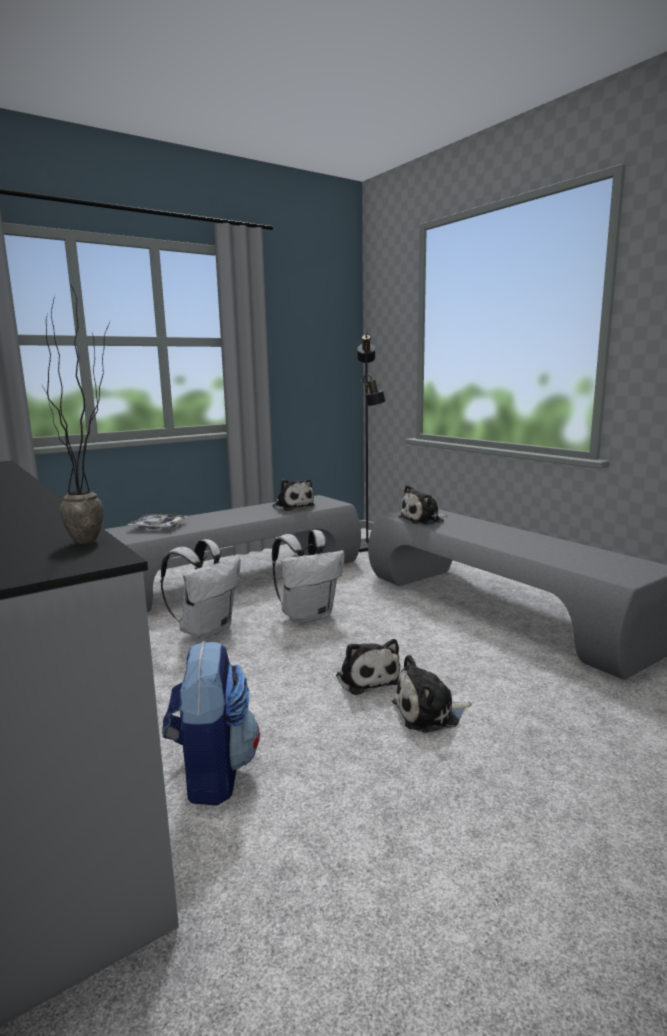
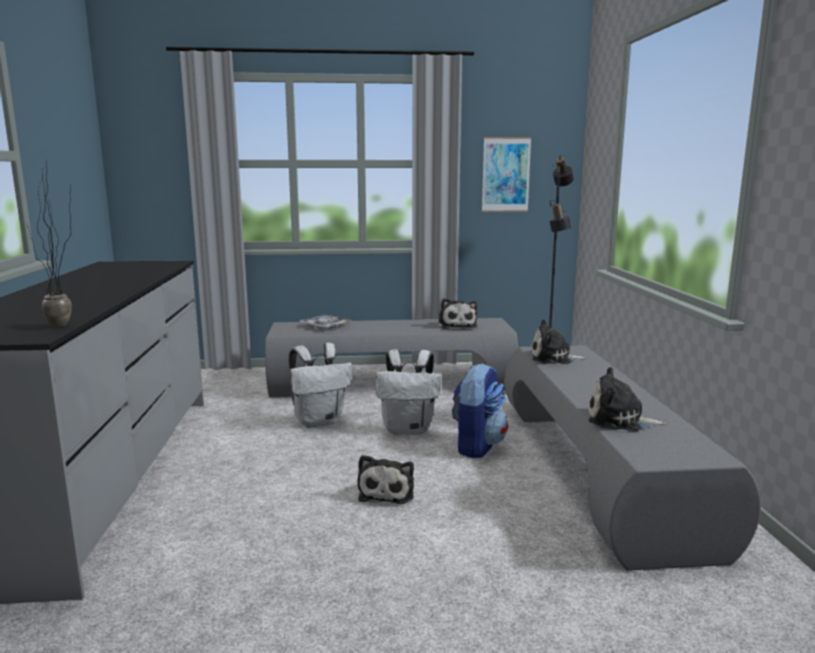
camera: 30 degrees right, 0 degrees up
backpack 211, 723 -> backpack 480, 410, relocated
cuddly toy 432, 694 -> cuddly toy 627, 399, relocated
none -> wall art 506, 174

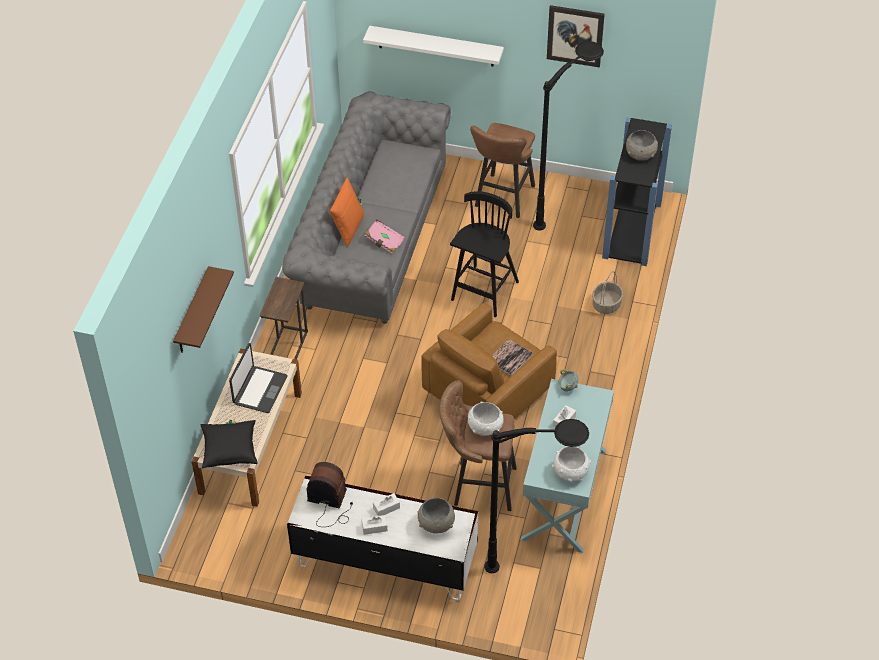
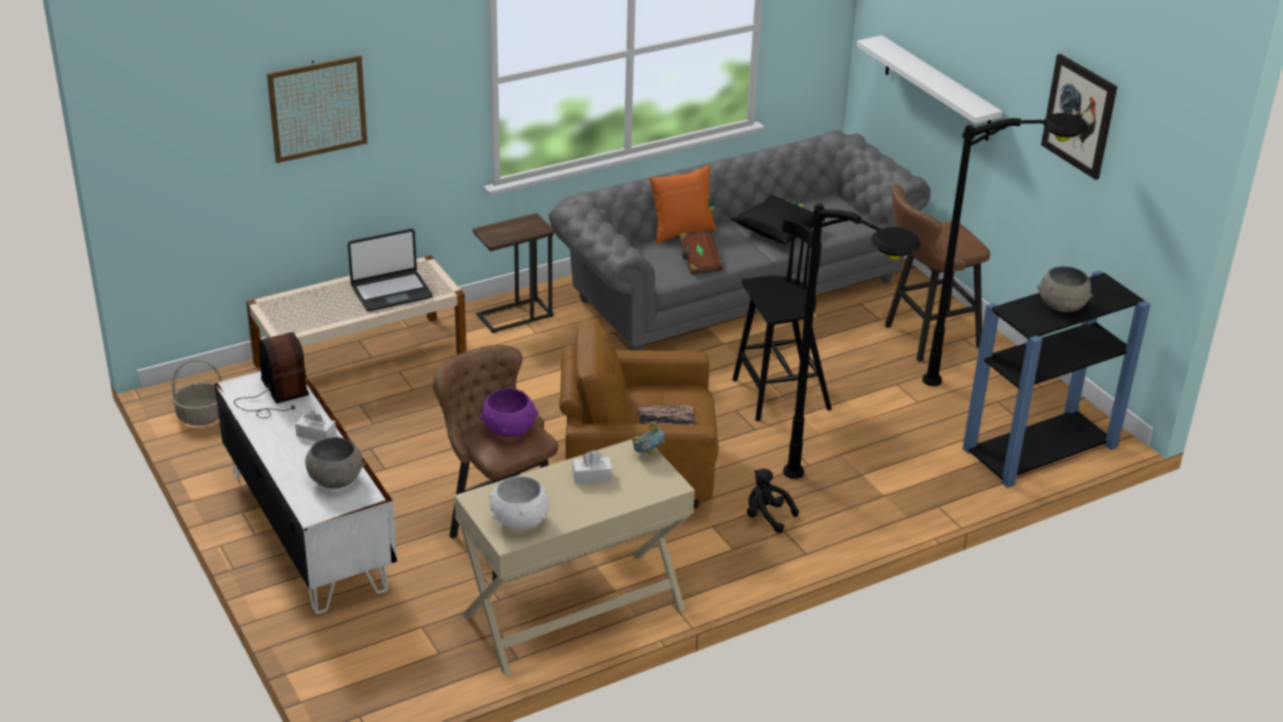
camera: 45 degrees right, 15 degrees down
brownish bracket shelf 203, 309 -> wall art 317, 109
black throw pillow 229, 444 -> black throw pillow 778, 220, relocated
whitish tissue box 374, 525 -> none
pinkish volume 385, 237 -> brownish volume 701, 252
whitish deep dish 486, 418 -> purple-coloured deep dish 509, 412
black floor lamp 536, 496 -> black floor lamp 852, 341, relocated
blue-green desk unit 567, 466 -> beige desk unit 574, 557
storage basket 607, 292 -> storage basket 197, 393, relocated
none -> black cuddly toy 773, 500

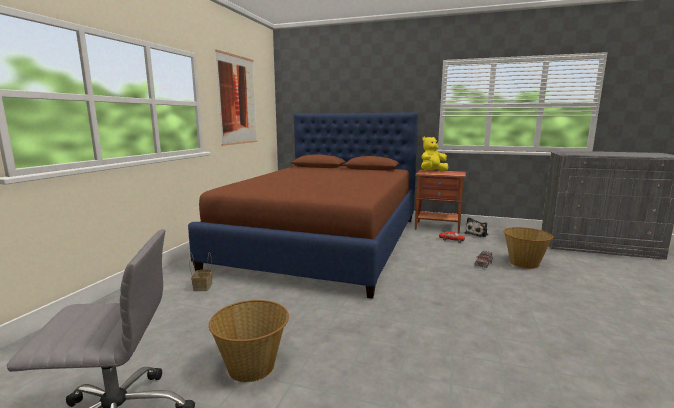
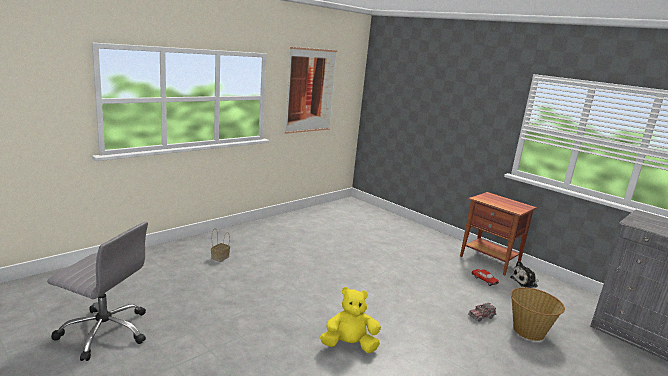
camera: 25 degrees right, 5 degrees up
brownish bedroom bed 303, 205 -> none
storage basket 249, 341 -> none
yellow cuddly toy 434, 153 -> yellow cuddly toy 350, 320, relocated

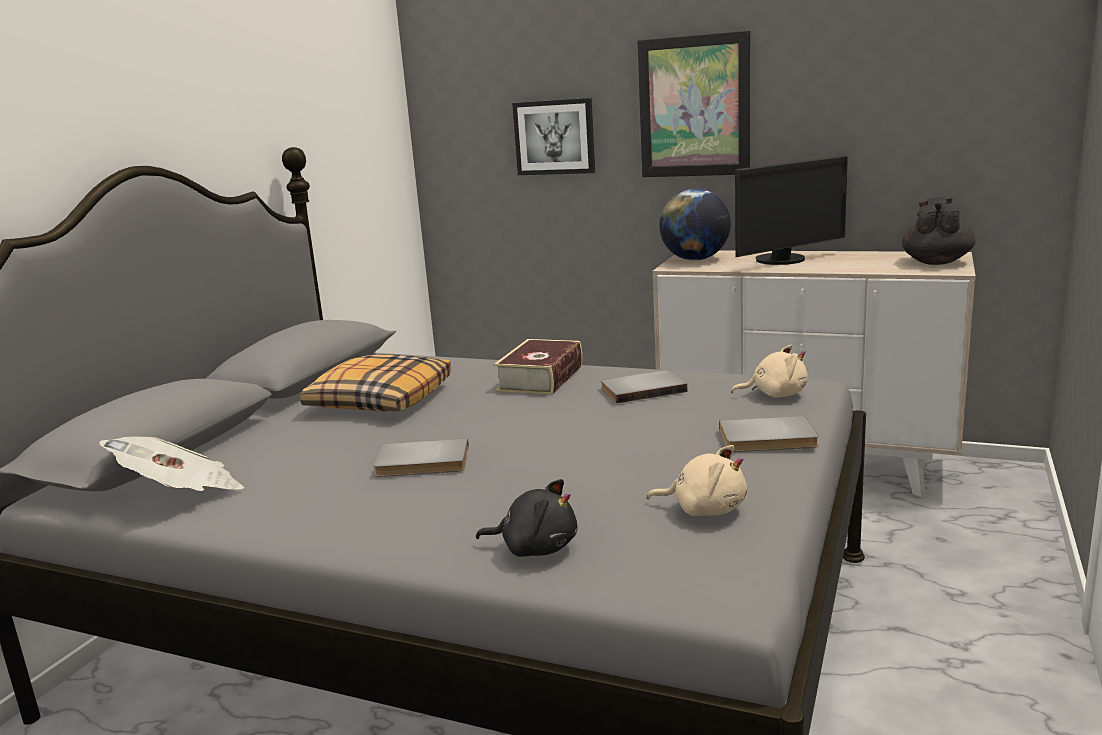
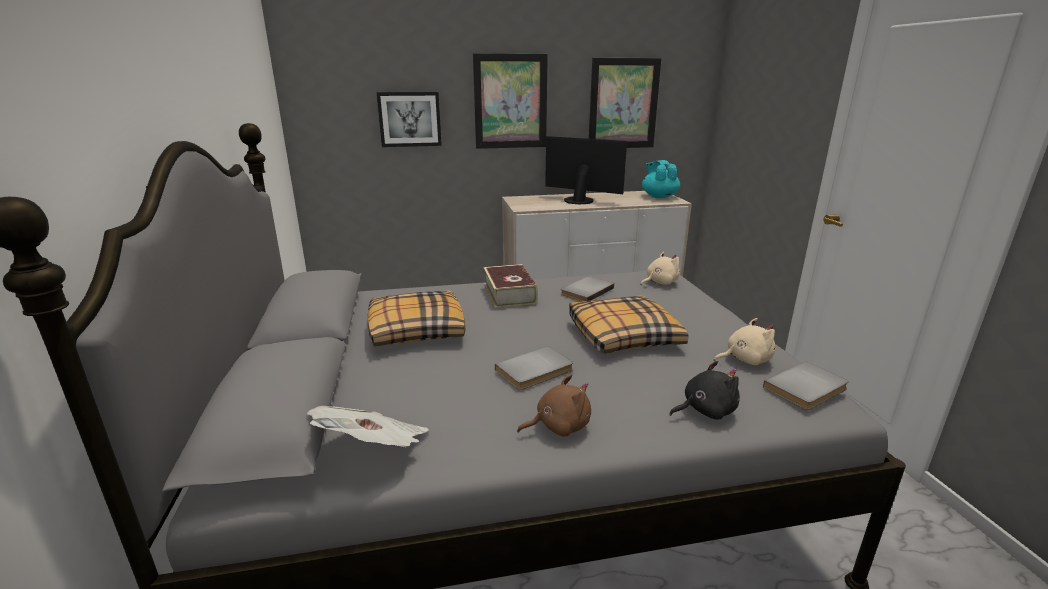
camera: 35 degrees left, 5 degrees up
desk globe 695, 224 -> none
gray volume 769, 434 -> gray volume 806, 386, relocated
computer display 791, 210 -> computer display 586, 170, 90 degrees counterclockwise
black tea pot 938, 231 -> blue-green tea pot 661, 179
none -> brownish cuddly toy 554, 405
none -> throw pillow 628, 324
none -> wall art 625, 103

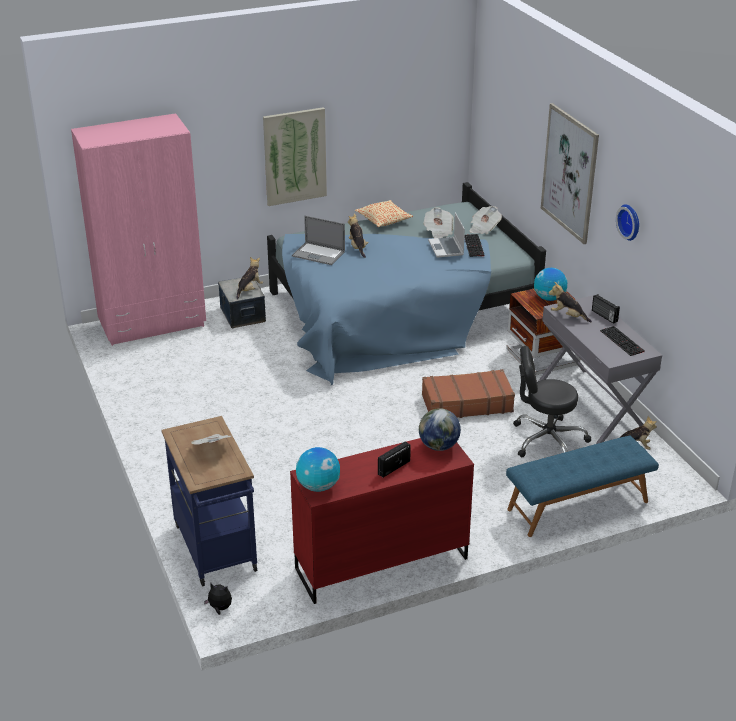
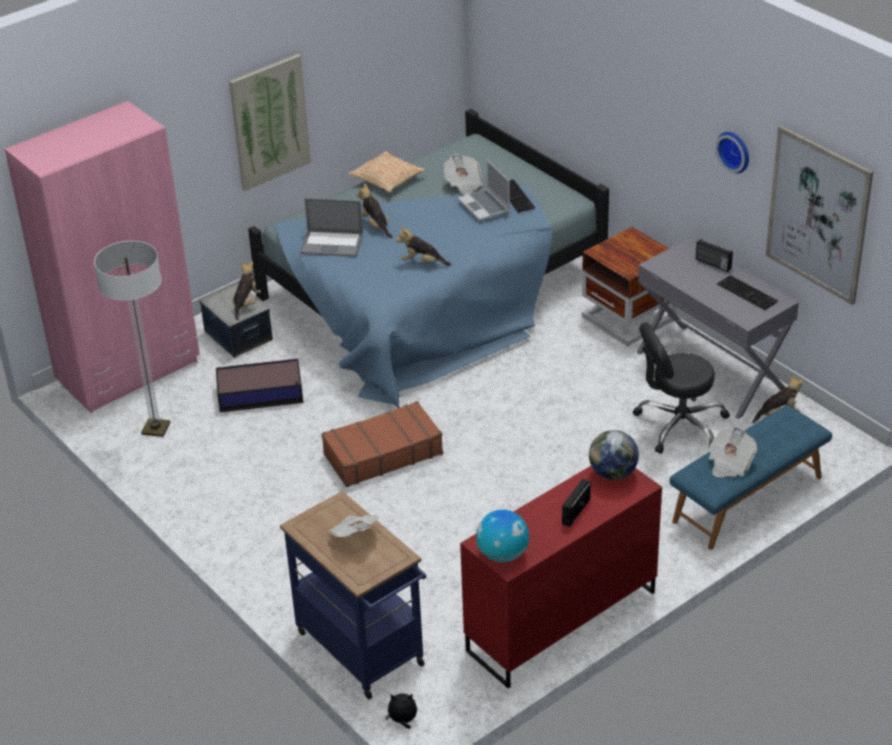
camera: 15 degrees left, 5 degrees up
brownish travel case 468, 393 -> brownish travel case 382, 444, relocated
printed paper 486, 220 -> printed paper 733, 451, relocated
desk globe 550, 284 -> none
wall art 570, 173 -> wall art 819, 215, relocated
cuddly toy 570, 302 -> cuddly toy 423, 246, relocated
none -> floor lamp 132, 339
none -> storage box 259, 385

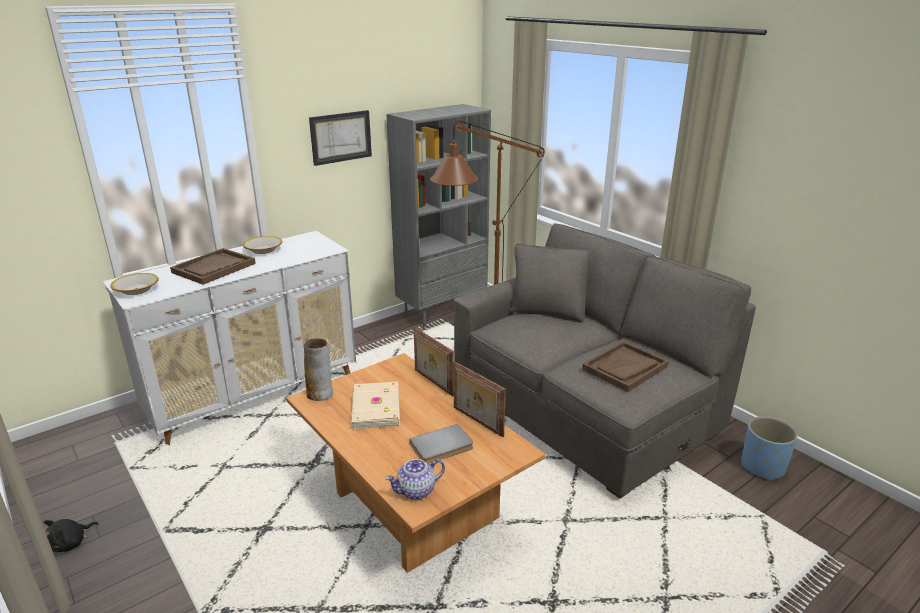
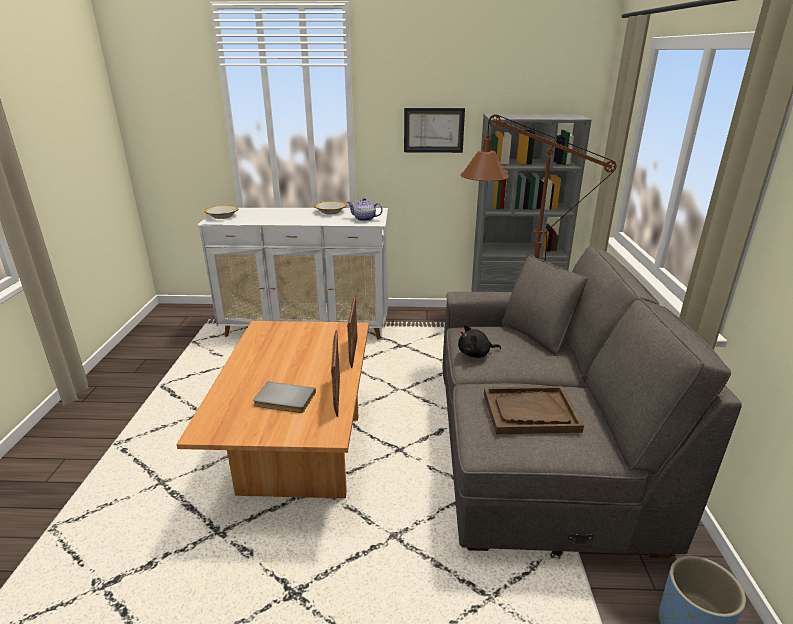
camera: 40 degrees right, 0 degrees up
black cuddly toy 71, 535 -> black cuddly toy 479, 341, relocated
brownish tray 213, 266 -> none
vase 318, 369 -> none
beige volume 375, 405 -> none
tea pot 415, 479 -> tea pot 365, 209, relocated

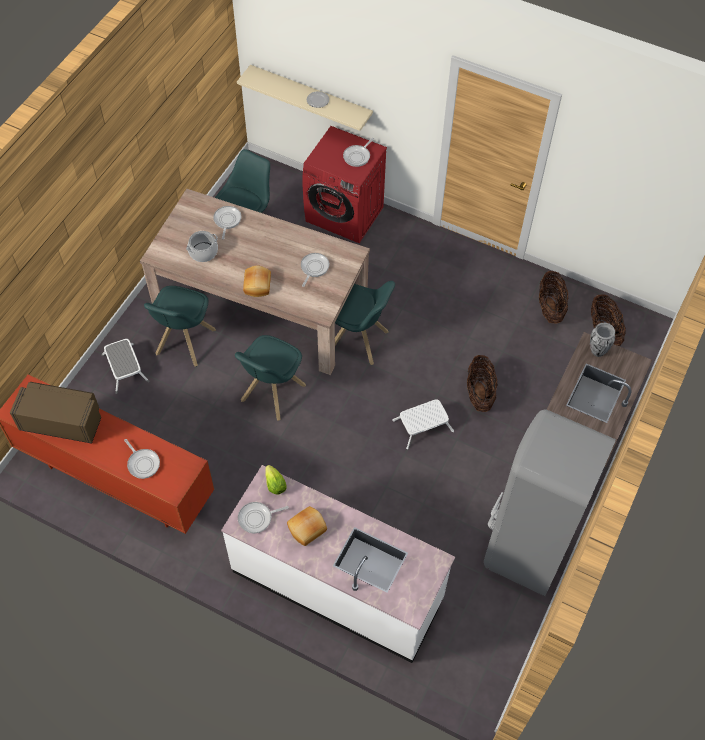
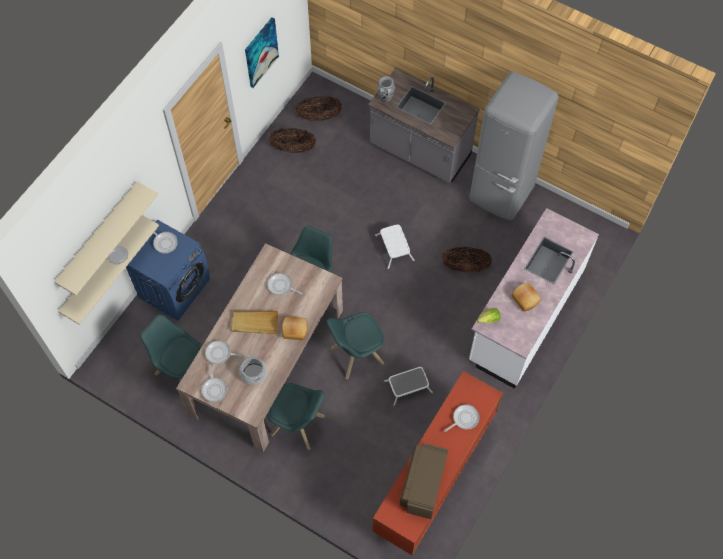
camera: 85 degrees left, 5 degrees up
gray stepladder 125, 366 -> gray stepladder 408, 387, relocated
blue-green chair 270, 378 -> blue-green chair 355, 345, 120 degrees clockwise
frying pan 263, 517 -> frying pan 214, 383, relocated
red laundry appliance 344, 184 -> blue-coloured laundry appliance 168, 270
storage basket 482, 383 -> storage basket 467, 260, relocated
none -> beige bracket shelf 106, 238
none -> beige tray 254, 322
none -> wall art 262, 52

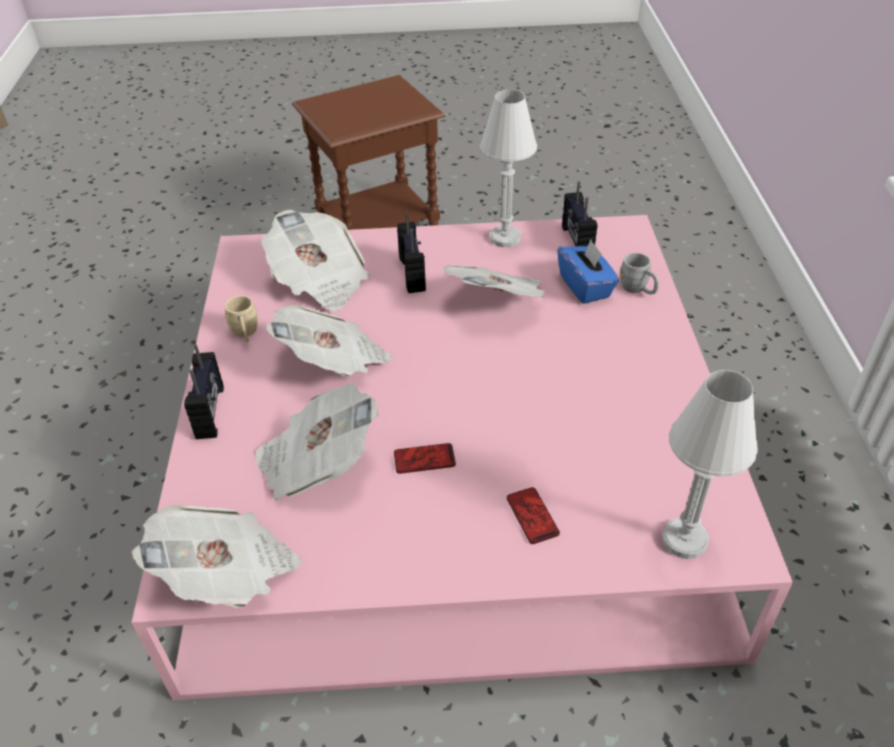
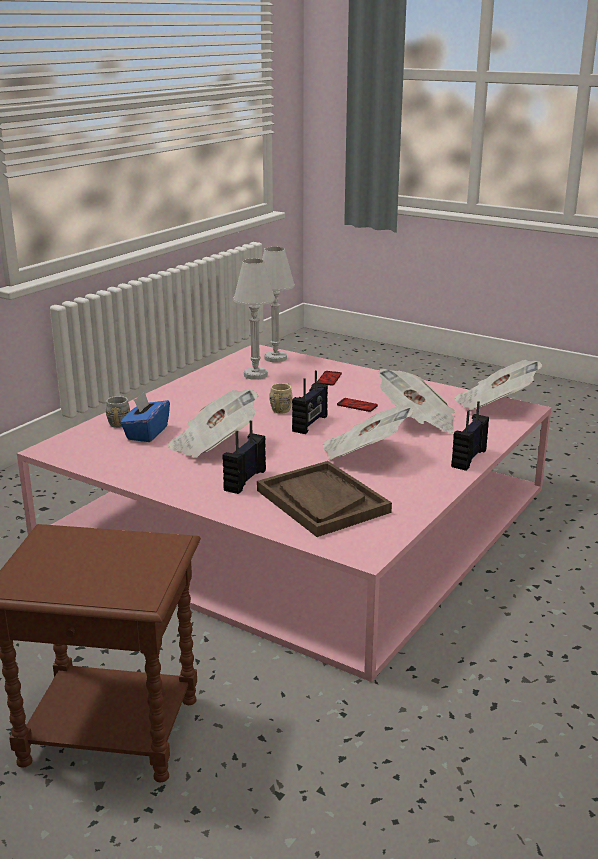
camera: 145 degrees left, 20 degrees down
beige tea mug 241, 319 -> beige tea mug 281, 398, relocated
printed paper 315, 260 -> brownish tray 324, 499
whitish tabletop lamp 508, 169 -> whitish tabletop lamp 254, 319, relocated
radio receiver 579, 213 -> radio receiver 310, 402, relocated

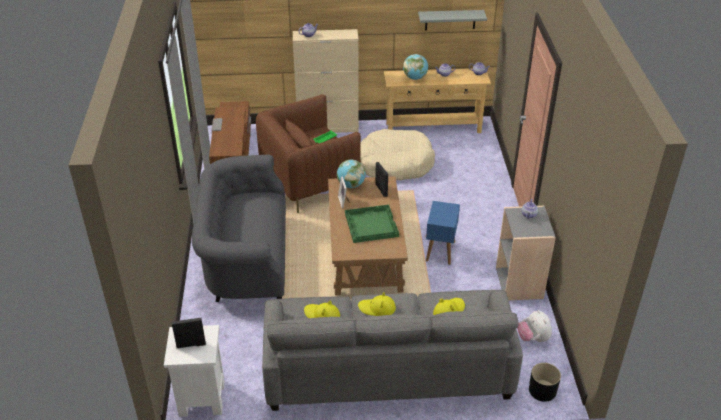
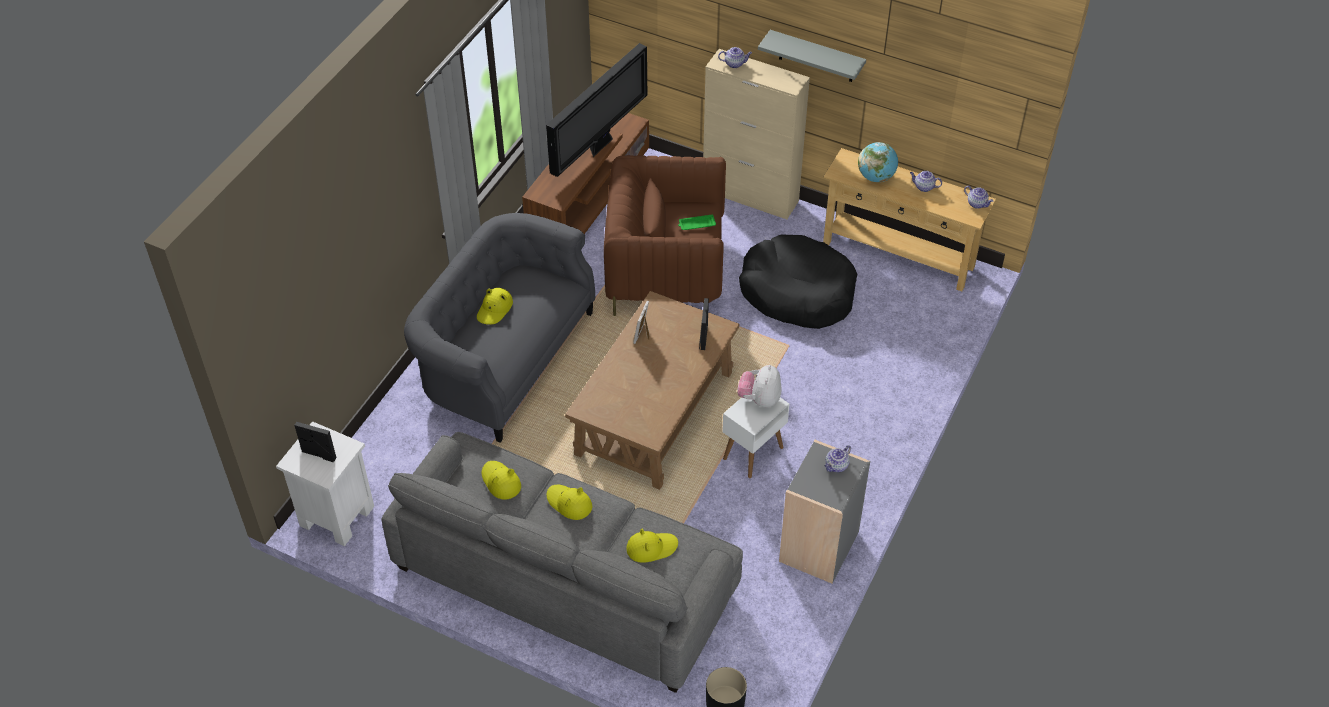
camera: 30 degrees right, 10 degrees up
desk globe 351, 174 -> none
greenish tray 372, 224 -> none
beige pet bed 398, 154 -> black pet bed 798, 281
gray bracket shelf 452, 20 -> gray bracket shelf 812, 56, relocated
blue-coloured side table 443, 233 -> whitish side table 755, 438
cuddly toy 534, 326 -> cuddly toy 759, 386, relocated
none -> yellow clothing hat 495, 306
none -> television 596, 110

